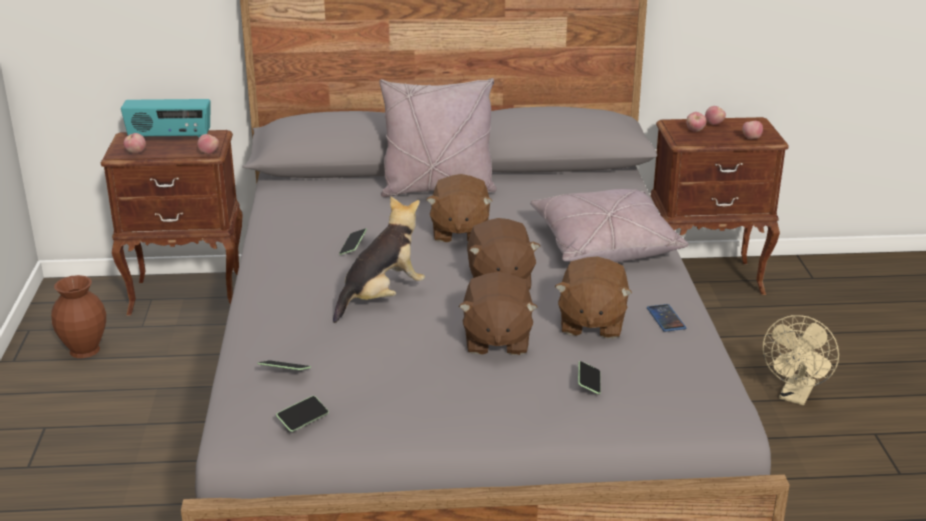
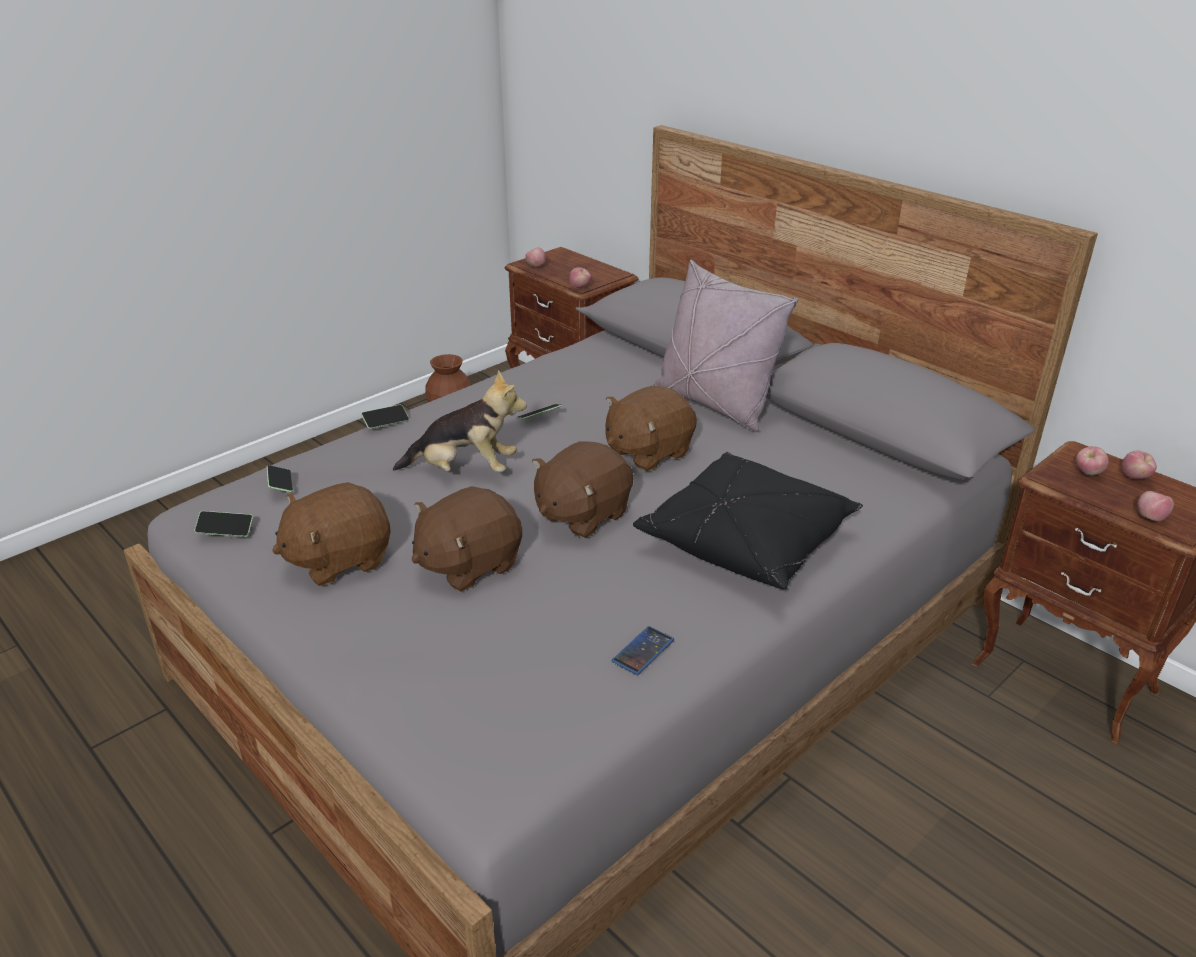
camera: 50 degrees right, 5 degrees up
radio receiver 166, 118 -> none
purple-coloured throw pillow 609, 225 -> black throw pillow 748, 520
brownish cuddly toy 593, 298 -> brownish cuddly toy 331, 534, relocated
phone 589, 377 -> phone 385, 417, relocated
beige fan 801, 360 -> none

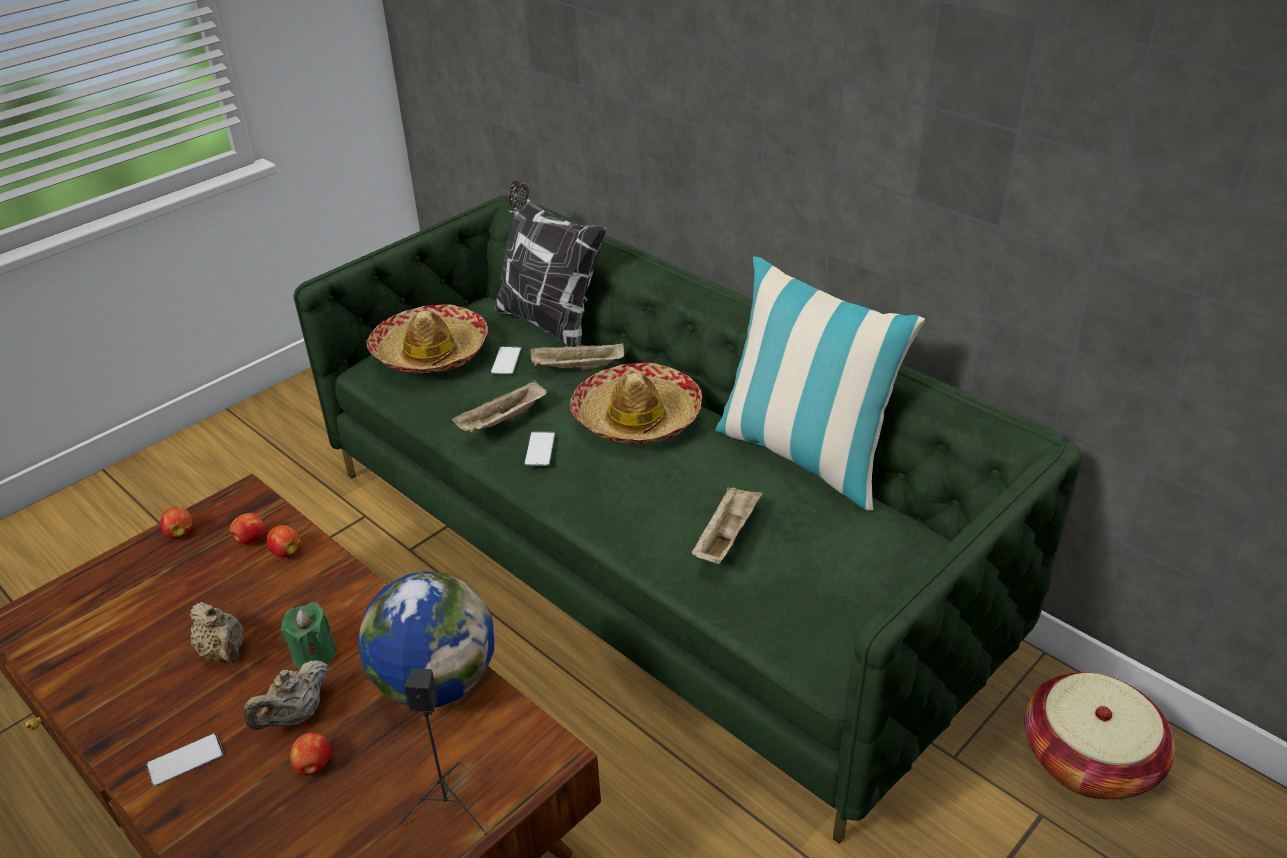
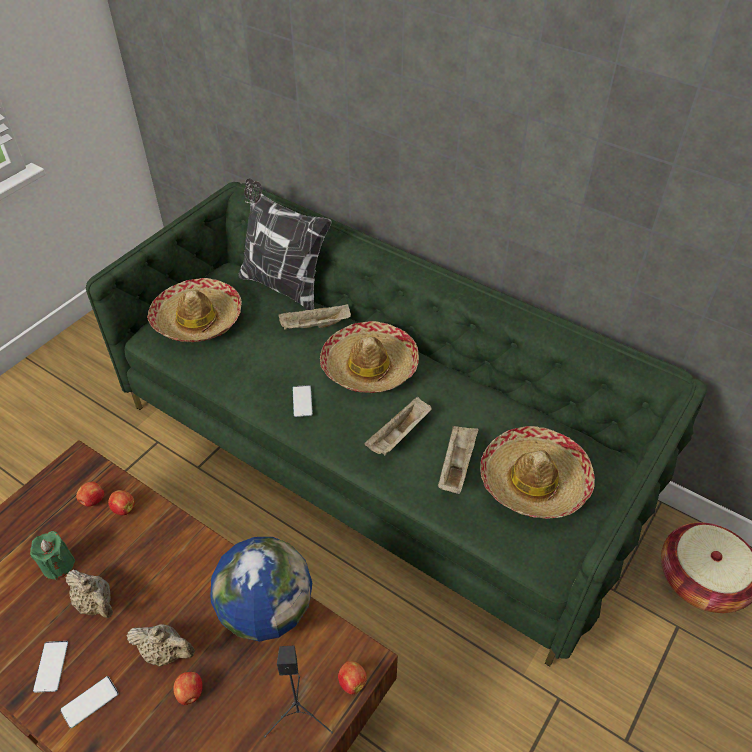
camera: 10 degrees left, 10 degrees up
whole apple 176, 522 -> whole apple 352, 678, relocated
beige tea pot 286, 695 -> beige tea pot 160, 645, 105 degrees counterclockwise
greenish candle 309, 635 -> greenish candle 53, 555, relocated
beige tray 499, 406 -> beige tray 398, 426, relocated
phone 506, 360 -> phone 50, 667, relocated
throw pillow 820, 383 -> none
none -> clothing hat 537, 472

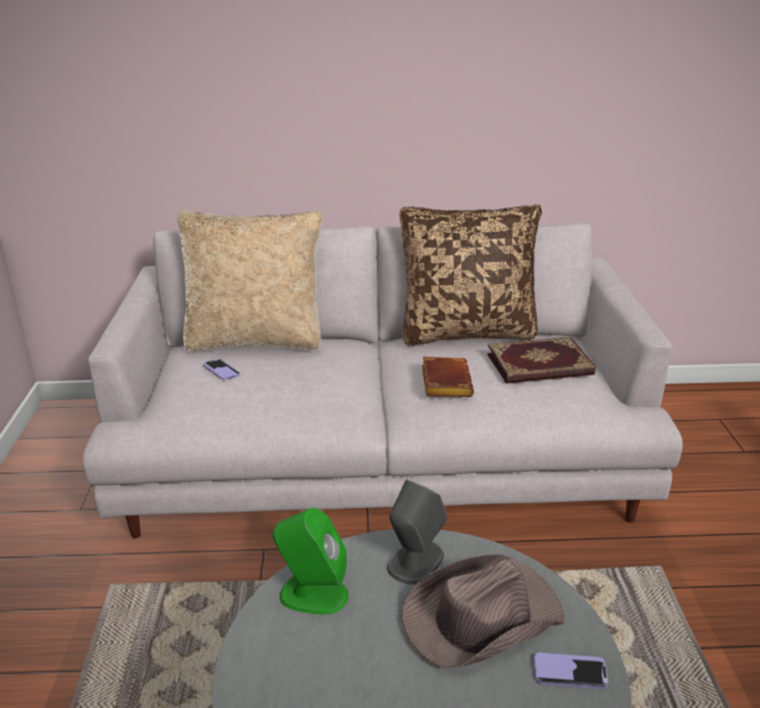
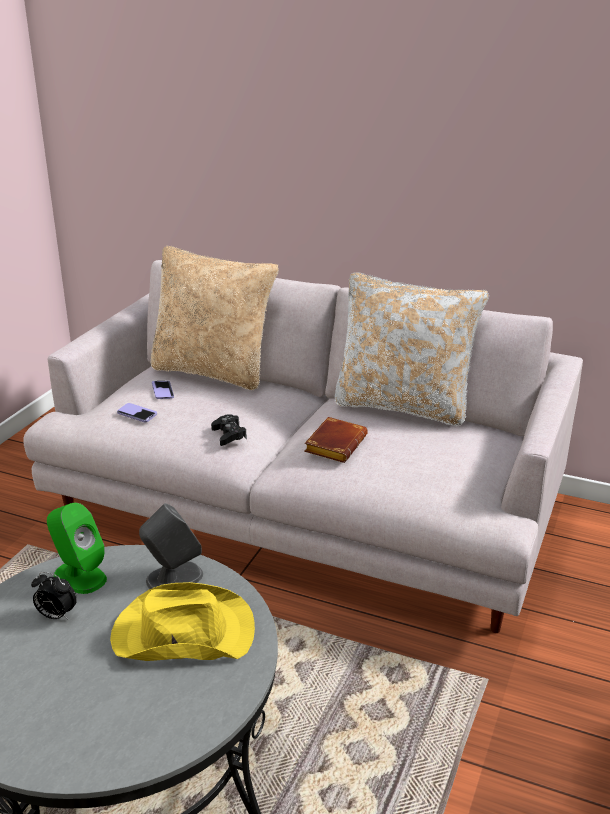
camera: 25 degrees right, 0 degrees up
brownish throw pillow 470, 275 -> whitish throw pillow 412, 349
brownish clothing hat 483, 611 -> yellow clothing hat 182, 621
volume 541, 360 -> none
phone 571, 671 -> phone 137, 413, relocated
none -> bedside clock 54, 596
none -> black gamepad 229, 430

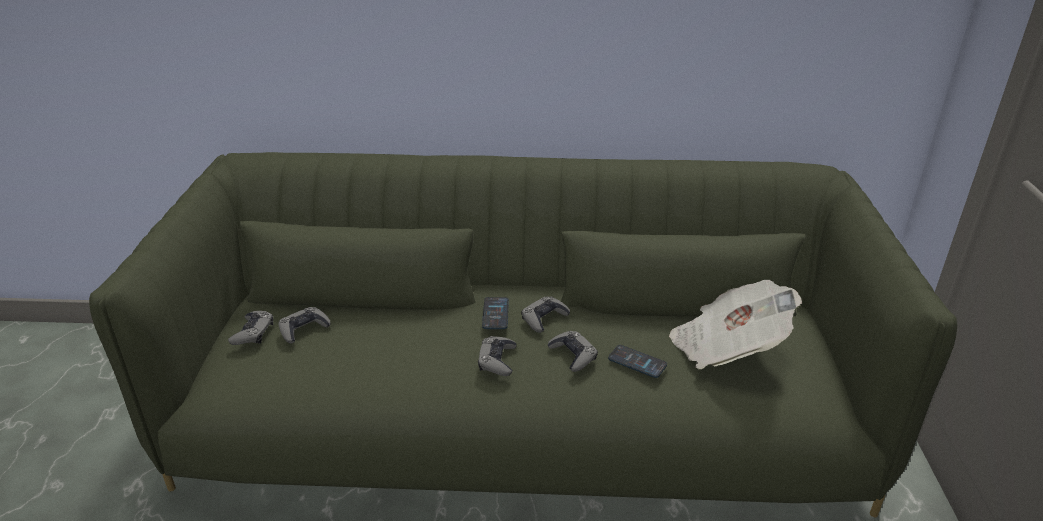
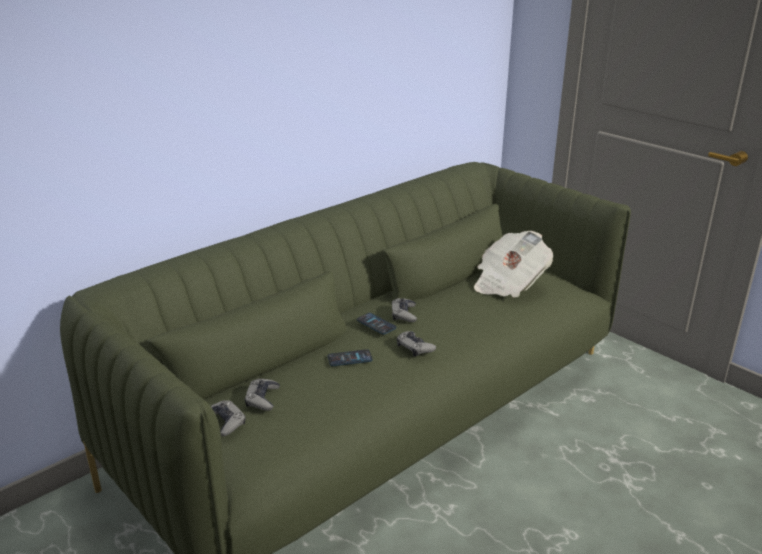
camera: 45 degrees left, 5 degrees down
gray gamepad 573, 351 -> none
phone 637, 361 -> phone 350, 357, relocated

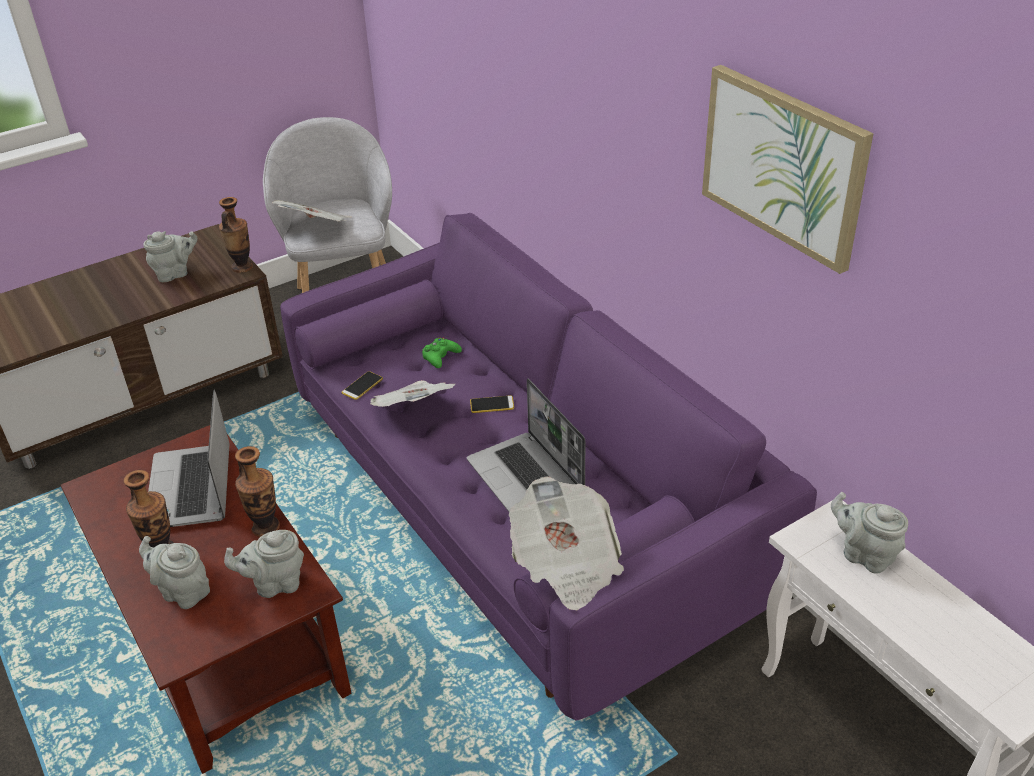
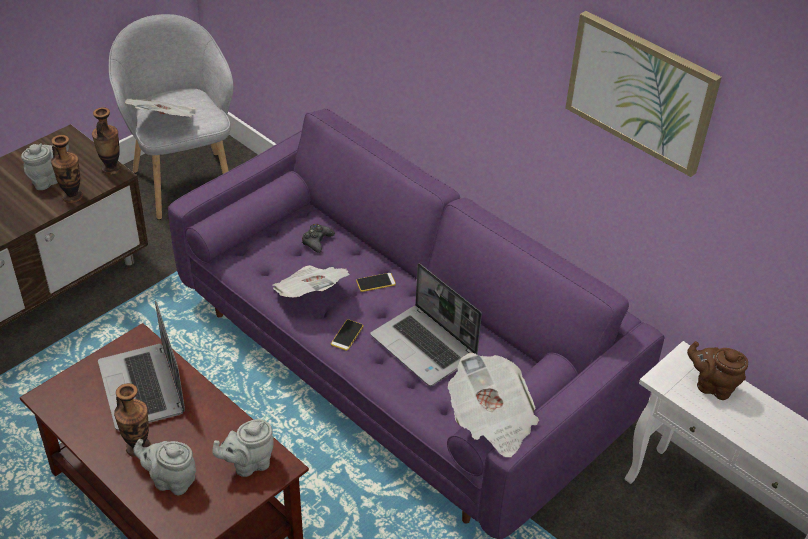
camera: 15 degrees left, 5 degrees up
vase 257, 491 -> vase 67, 169, relocated
phone 362, 385 -> phone 347, 335, relocated
greenish gamepad 442, 352 -> black gamepad 318, 238
gray tea pot 869, 533 -> brownish tea pot 717, 370

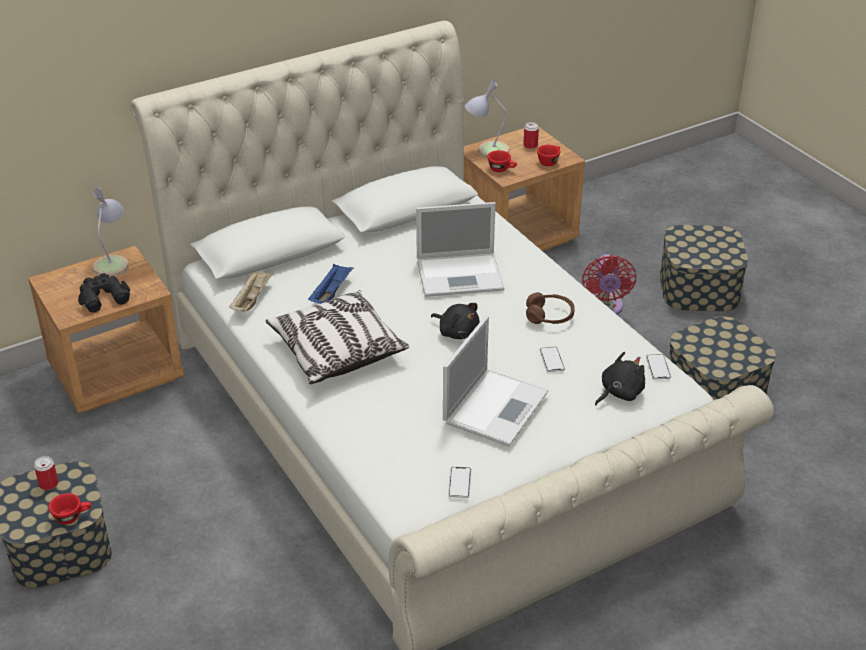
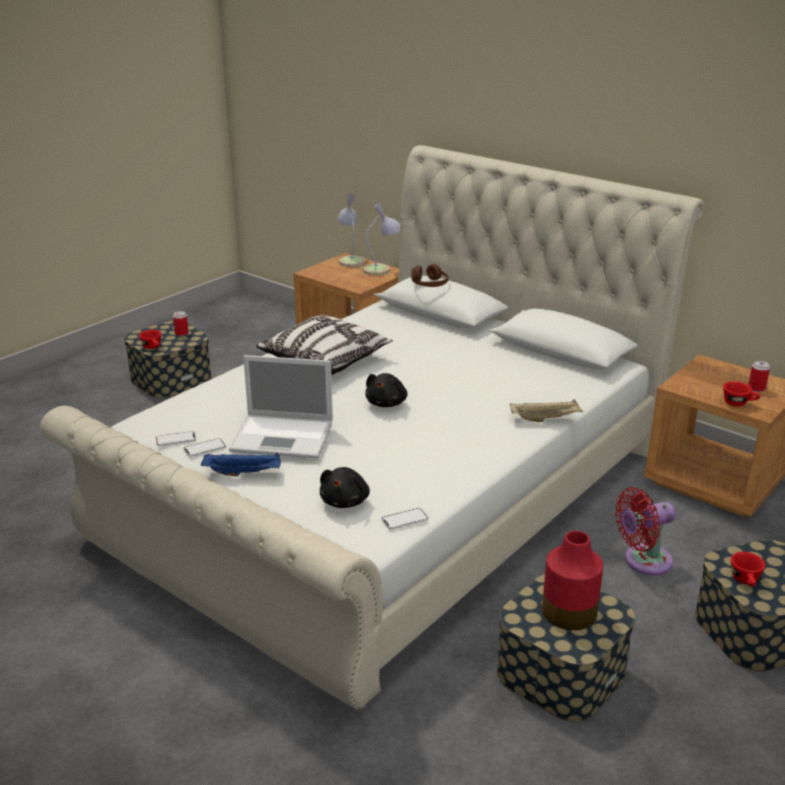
camera: 70 degrees right, 10 degrees down
black pair of binoculars 104, 293 -> none
beige tray 251, 291 -> beige tray 546, 410, relocated
blue-coloured tray 331, 284 -> blue-coloured tray 241, 465, relocated
notebook computer 460, 249 -> none
tabletop lamp 487, 118 -> tabletop lamp 351, 230, relocated
red small cup 502, 161 -> red small cup 748, 569, relocated
brownish headphones 550, 308 -> brownish headphones 429, 275, relocated
phone 552, 359 -> phone 205, 447, relocated
black cuddly toy 620, 378 -> black cuddly toy 345, 487, 75 degrees clockwise
none -> red vase 572, 580

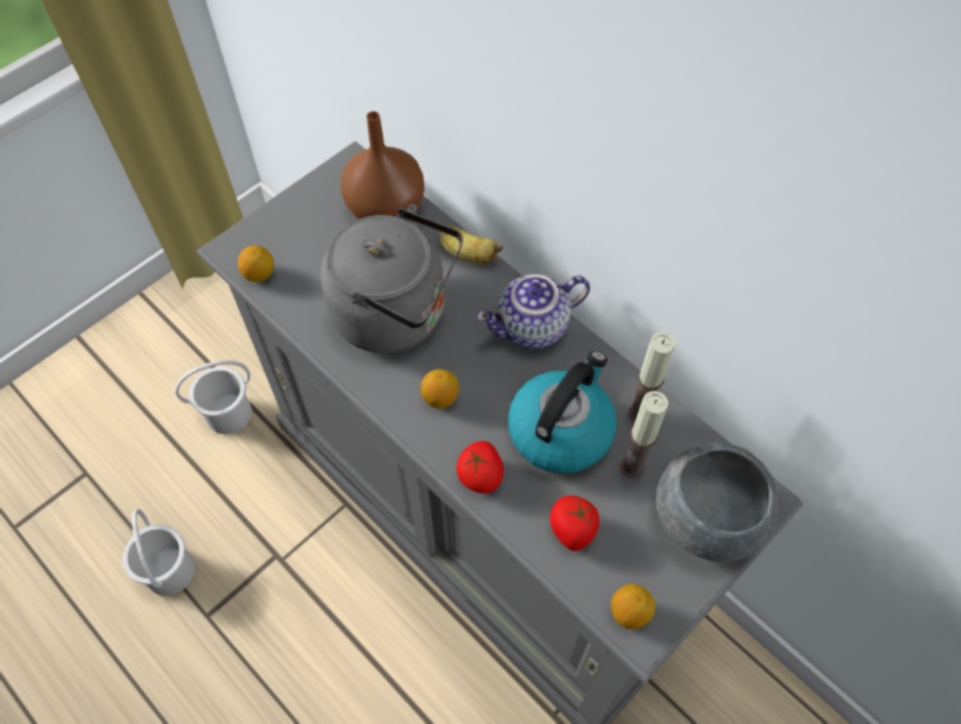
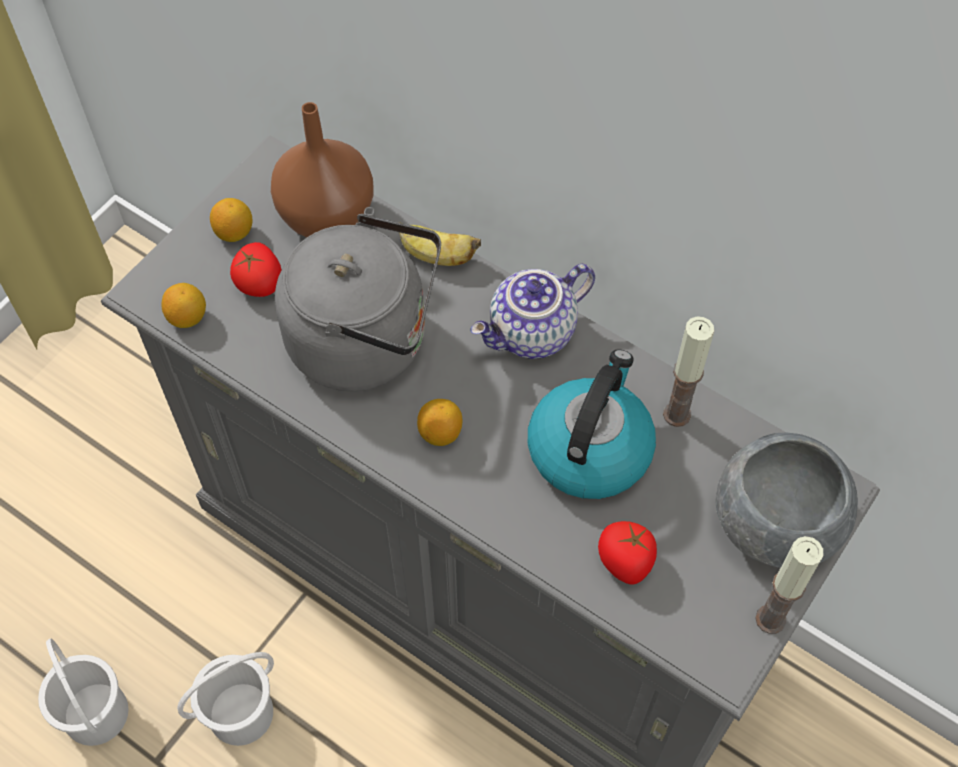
camera: 10 degrees left, 0 degrees up
whitish pail 213, 397 -> whitish pail 225, 699, relocated
whole tomato 480, 467 -> whole tomato 255, 269, relocated
lemon 633, 606 -> lemon 231, 220, relocated
candle 644, 434 -> candle 789, 585, relocated

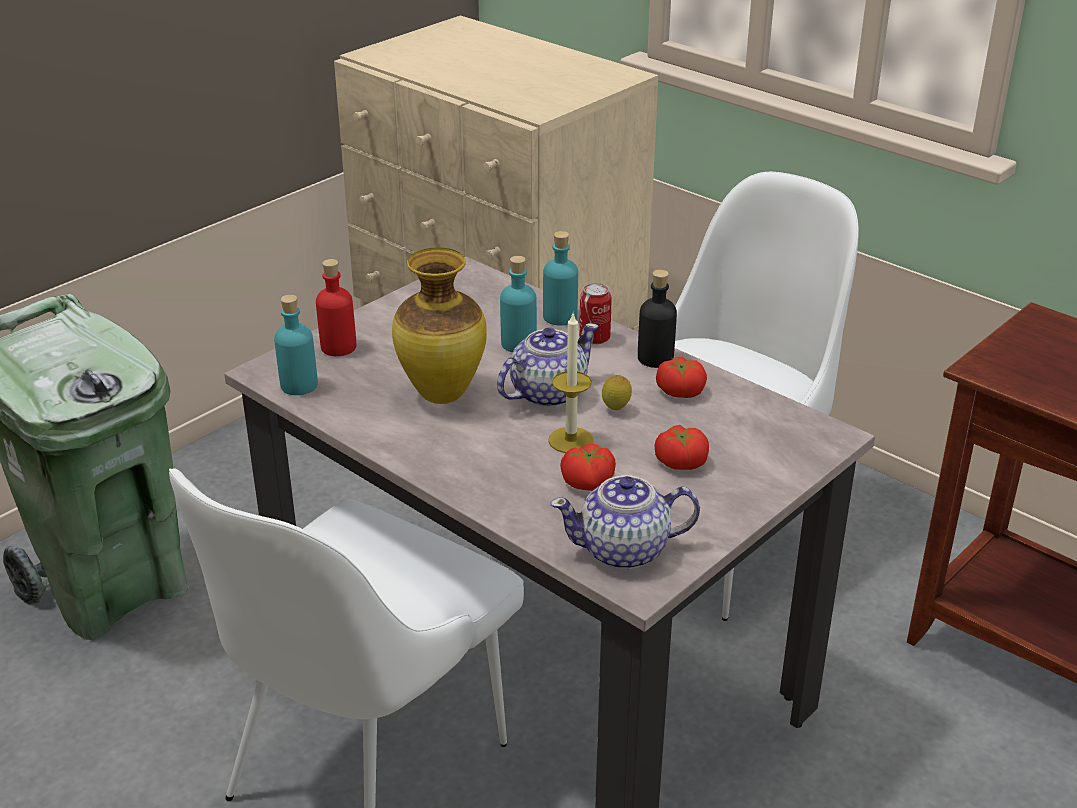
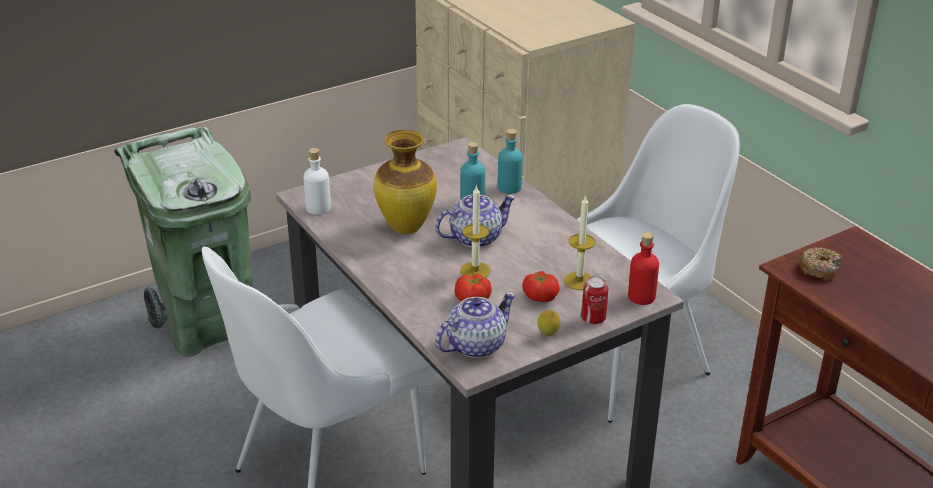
camera: 15 degrees right, 0 degrees up
blue-green beverage bottle 296, 345 -> whitish beverage bottle 317, 181
red beverage bottle 336, 307 -> red beverage bottle 643, 268, relocated
tea pot 625, 522 -> tea pot 475, 325, 135 degrees clockwise
can 595, 314 -> can 594, 300, relocated
lemon 617, 392 -> lemon 549, 323, relocated
black beverage bottle 657, 319 -> none
whole tomato 681, 377 -> none
none -> candle 580, 242
none -> ring doughnut 820, 264

